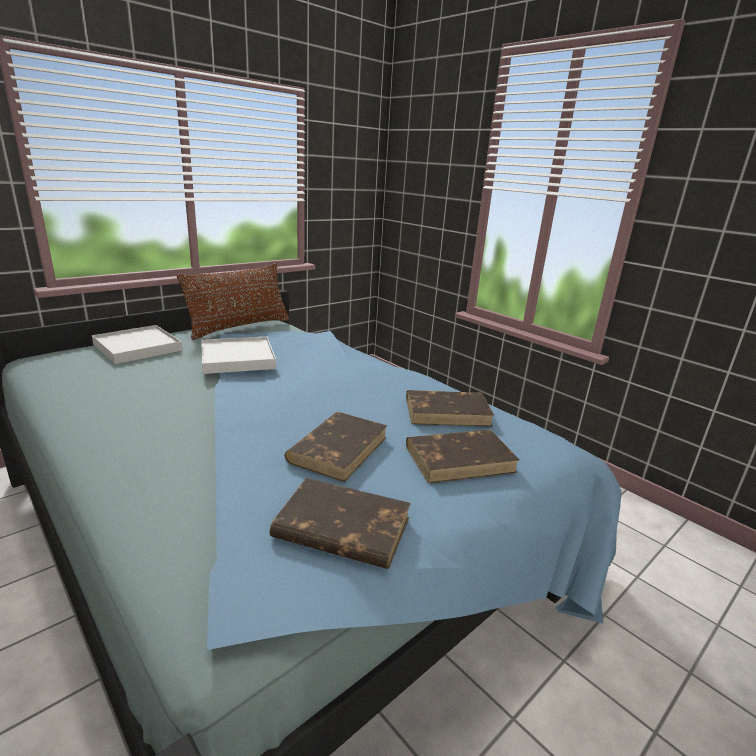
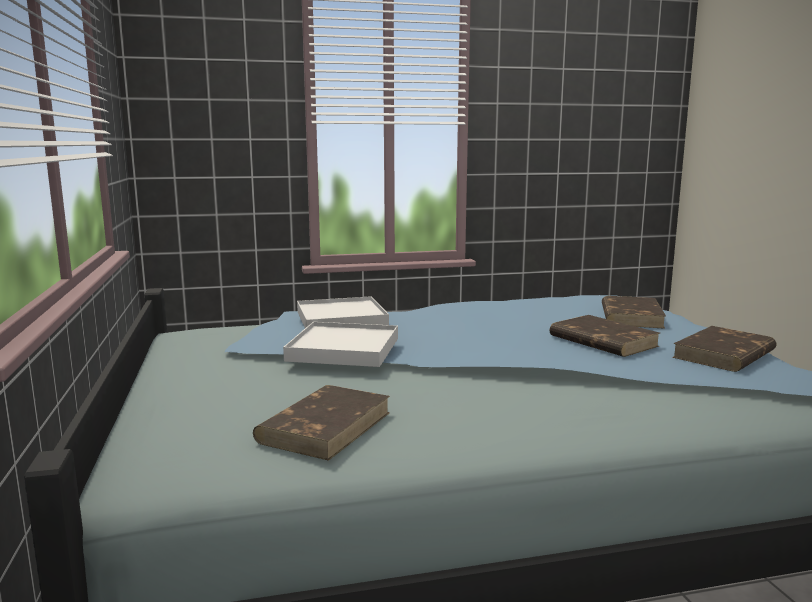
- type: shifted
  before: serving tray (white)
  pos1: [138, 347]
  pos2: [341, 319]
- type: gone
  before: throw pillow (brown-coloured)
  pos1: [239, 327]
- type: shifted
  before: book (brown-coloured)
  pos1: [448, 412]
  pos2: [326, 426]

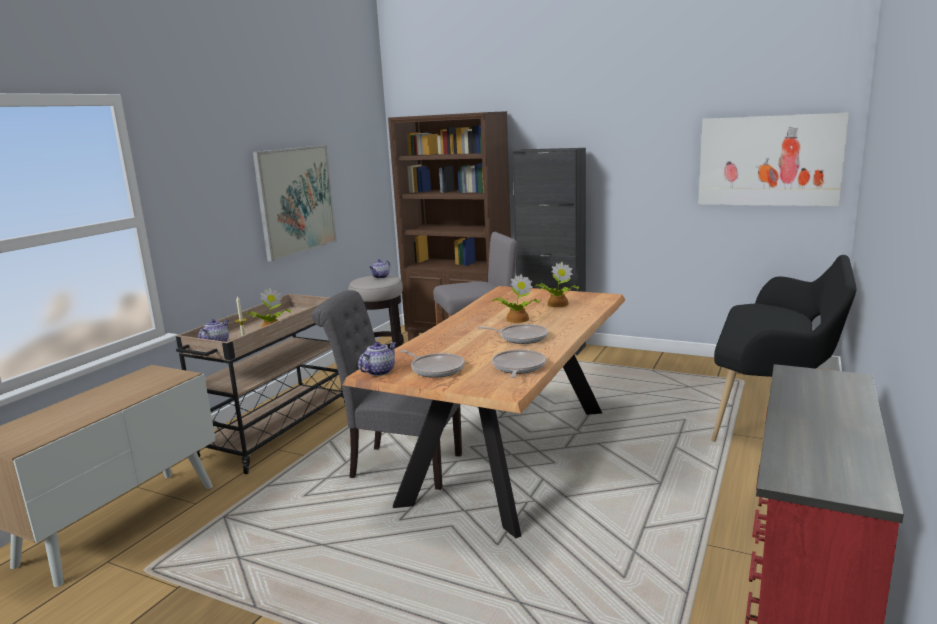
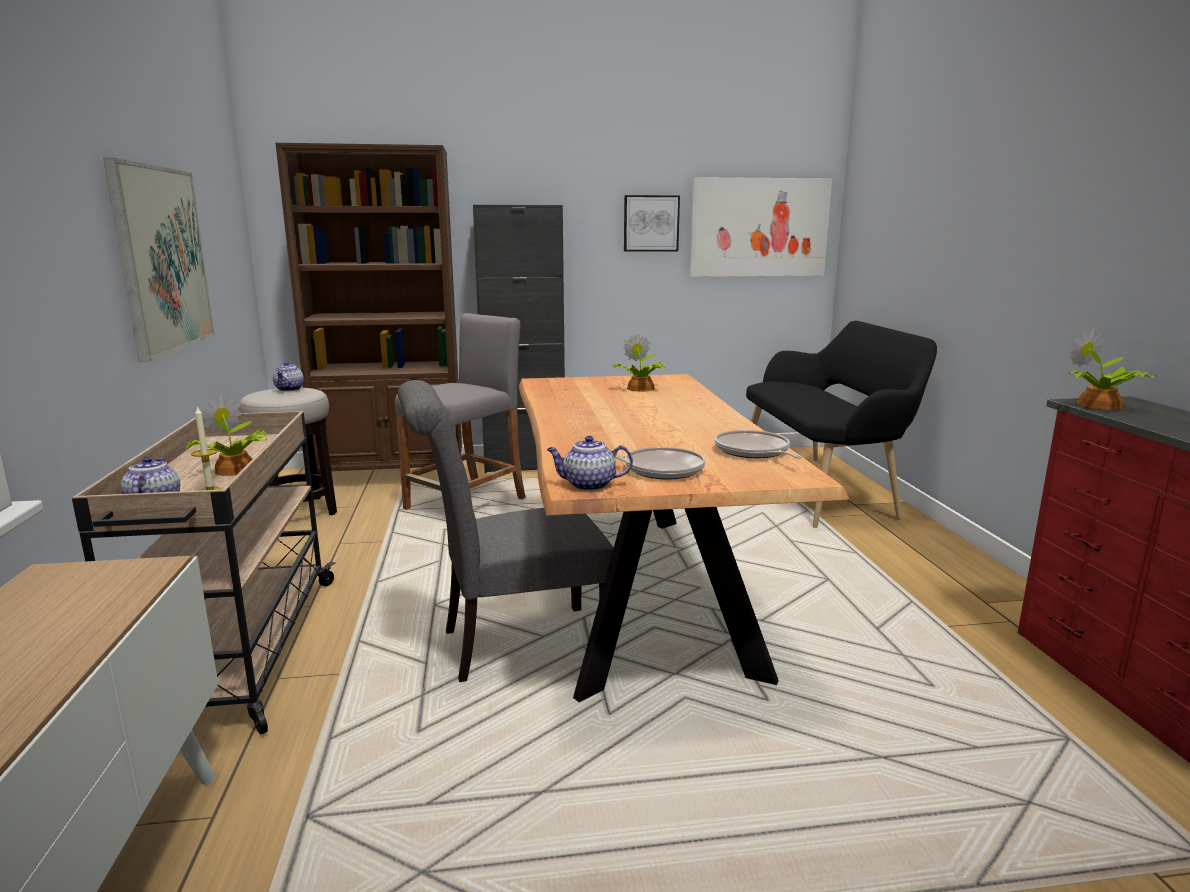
- type: rotated
  before: tea pot
  pos1: [379, 371]
  pos2: [588, 485]
  turn: -90
- type: gone
  before: pan
  pos1: [521, 337]
- type: shifted
  before: plant in a pot
  pos1: [516, 319]
  pos2: [1099, 405]
- type: new
  after: picture
  pos2: [651, 223]

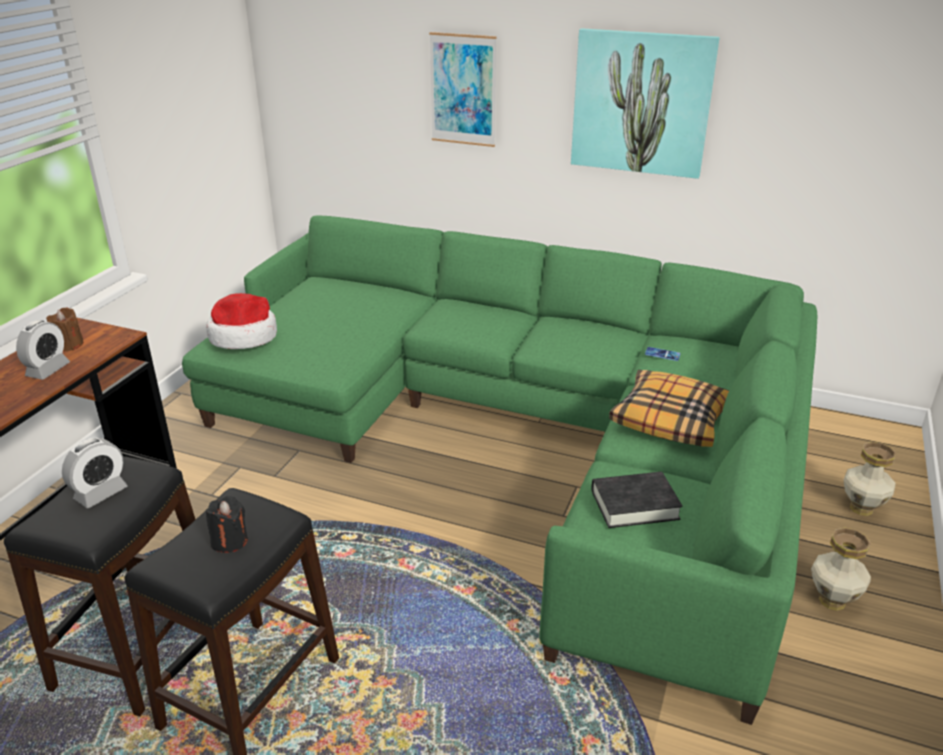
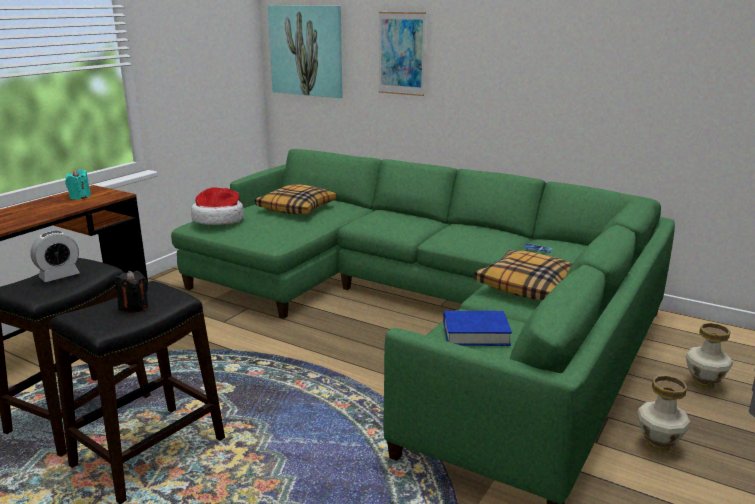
- type: gone
  before: alarm clock
  pos1: [48, 370]
- type: repainted
  before: wax candle (brown-coloured)
  after: wax candle (turquoise-coloured)
  pos1: [69, 345]
  pos2: [80, 197]
- type: shifted
  before: picture
  pos1: [641, 103]
  pos2: [306, 51]
- type: repainted
  before: book (black-coloured)
  after: book (blue)
  pos1: [634, 505]
  pos2: [475, 333]
- type: new
  after: throw pillow
  pos2: [297, 208]

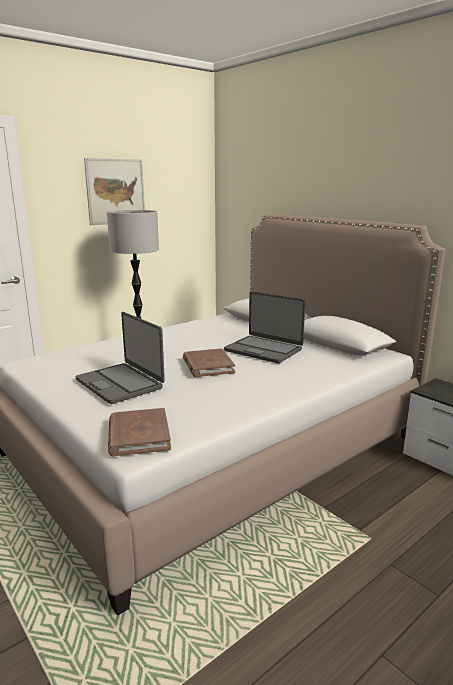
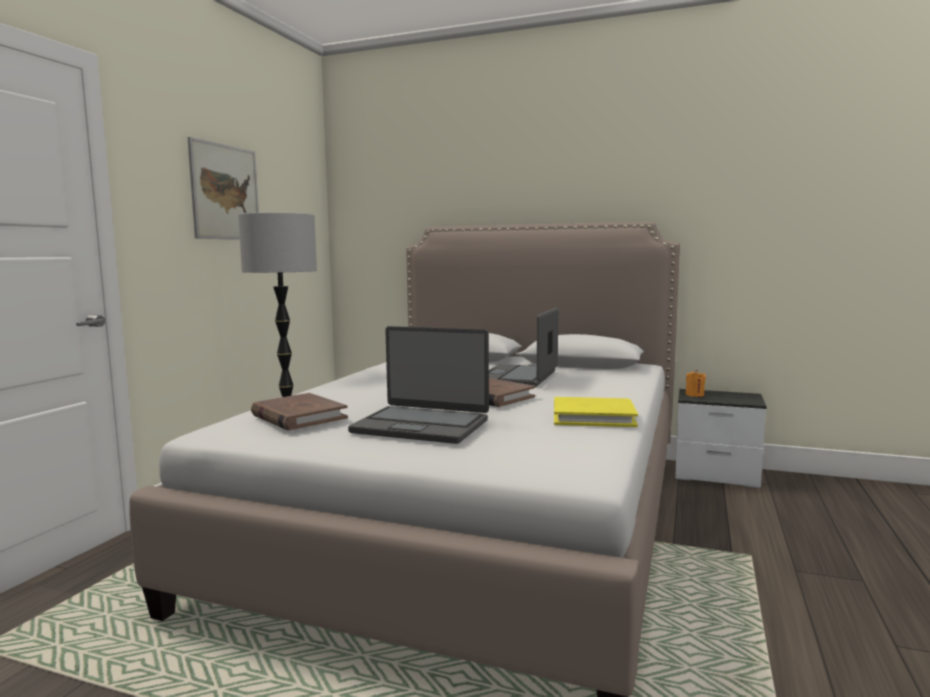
- type: shifted
  before: book (brown-coloured)
  pos1: [138, 435]
  pos2: [298, 416]
- type: rotated
  before: notebook computer
  pos1: [263, 350]
  pos2: [518, 377]
  turn: 105
- type: new
  after: book (yellowish)
  pos2: [593, 417]
- type: new
  after: wax candle (orange)
  pos2: [694, 395]

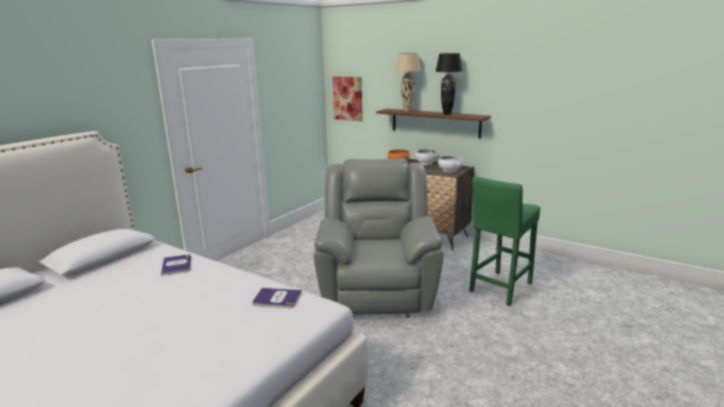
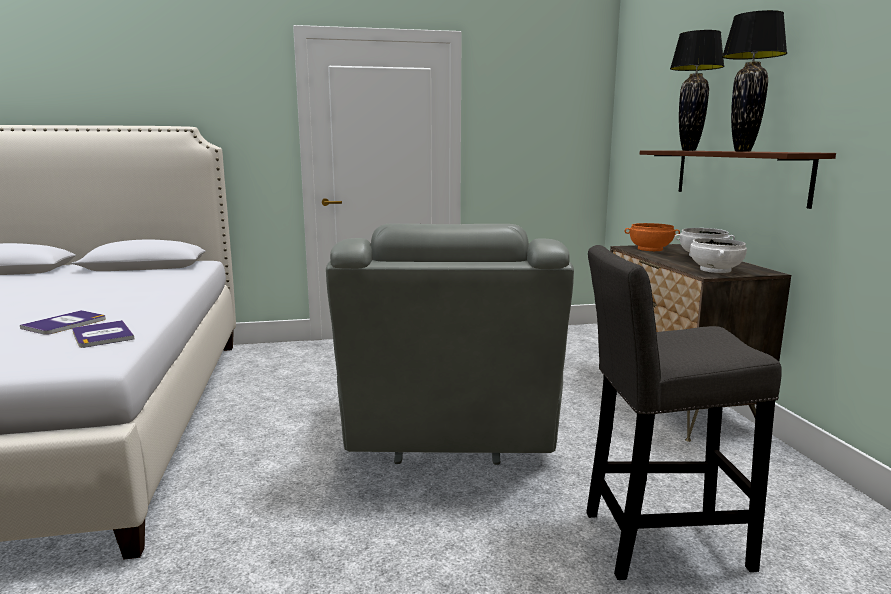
- type: shifted
  before: book
  pos1: [176, 265]
  pos2: [65, 324]
- type: rotated
  before: lounge chair (gray)
  pos1: [377, 290]
  pos2: [449, 439]
  turn: 135
- type: gone
  before: picture
  pos1: [347, 98]
- type: repainted
  before: lamp for a table (beige-coloured)
  after: lamp for a table (black-coloured)
  pos1: [407, 111]
  pos2: [689, 150]
- type: repainted
  before: stool seat (green)
  after: stool seat (gray)
  pos1: [499, 289]
  pos2: [656, 541]

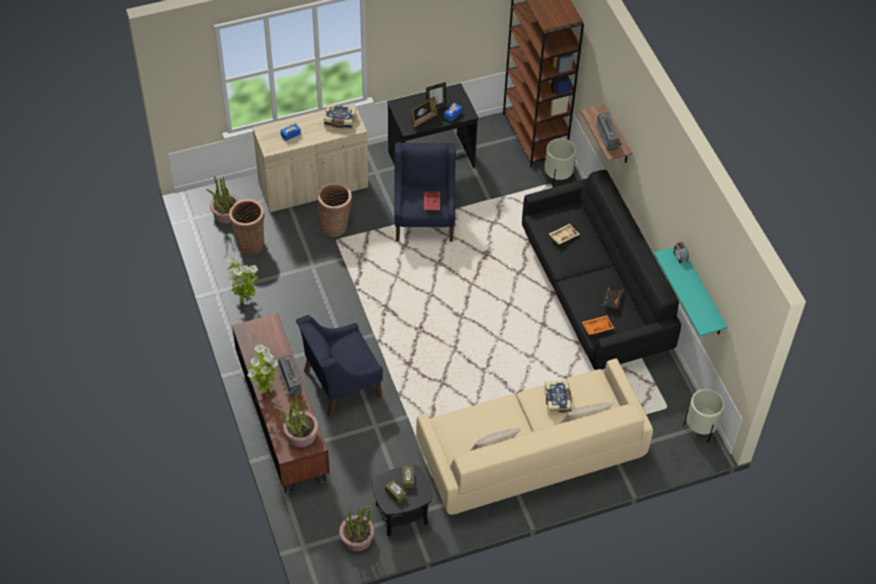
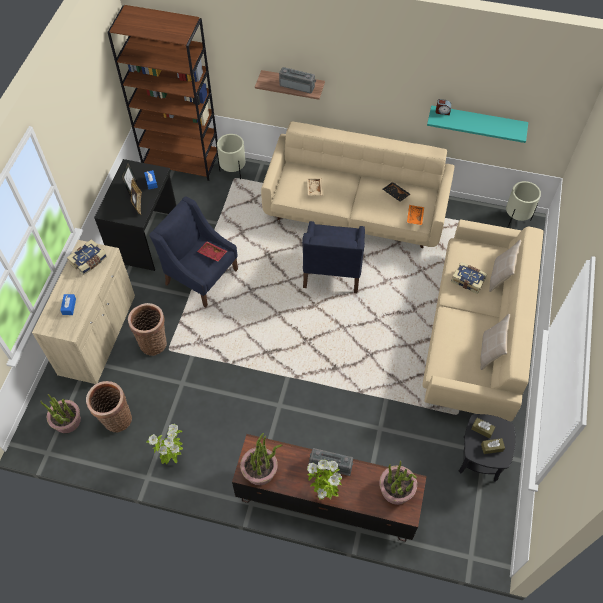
- type: shifted
  before: lounge chair (blue)
  pos1: [341, 383]
  pos2: [332, 271]
- type: shifted
  before: plant in a pot
  pos1: [357, 538]
  pos2: [260, 470]
- type: repainted
  before: couch (black-coloured)
  after: couch (beige-coloured)
  pos1: [593, 294]
  pos2: [355, 210]

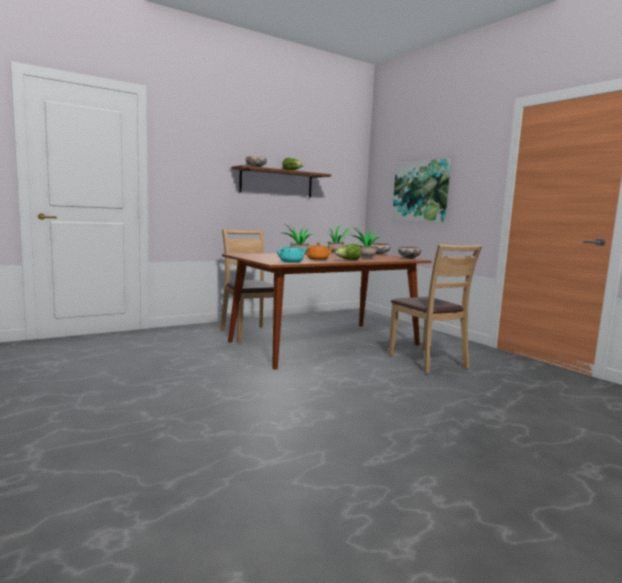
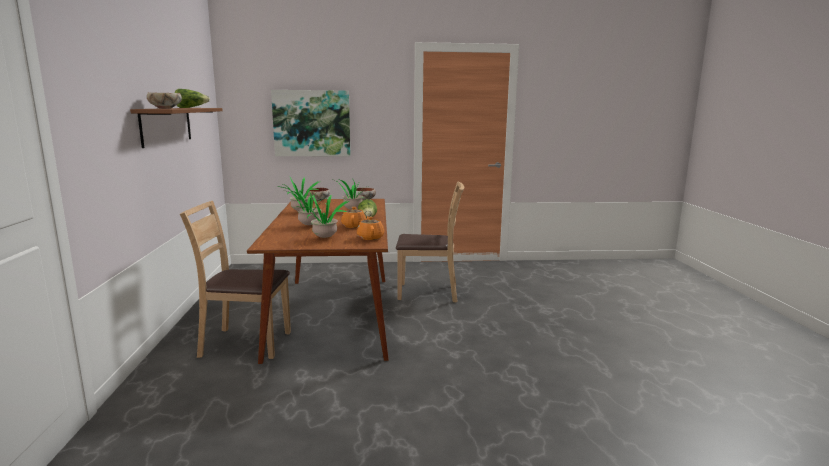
- type: repainted
  before: tea pot (turquoise-coloured)
  after: tea pot (orange)
  pos1: [292, 262]
  pos2: [370, 237]
- type: new
  after: plant in a pot
  pos2: [325, 237]

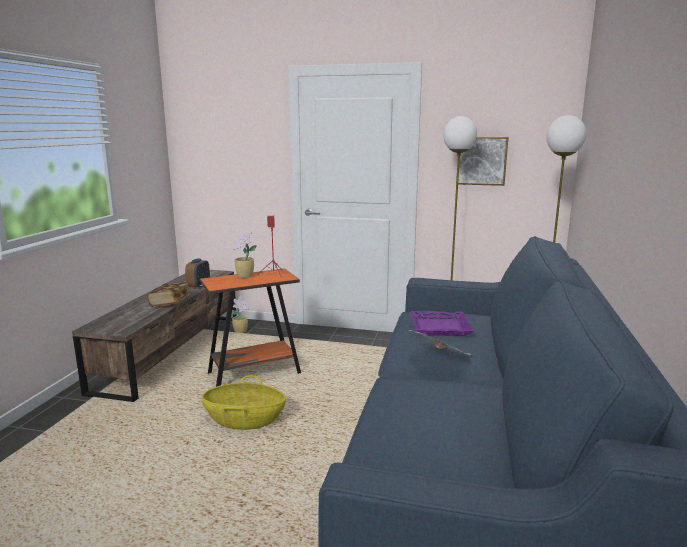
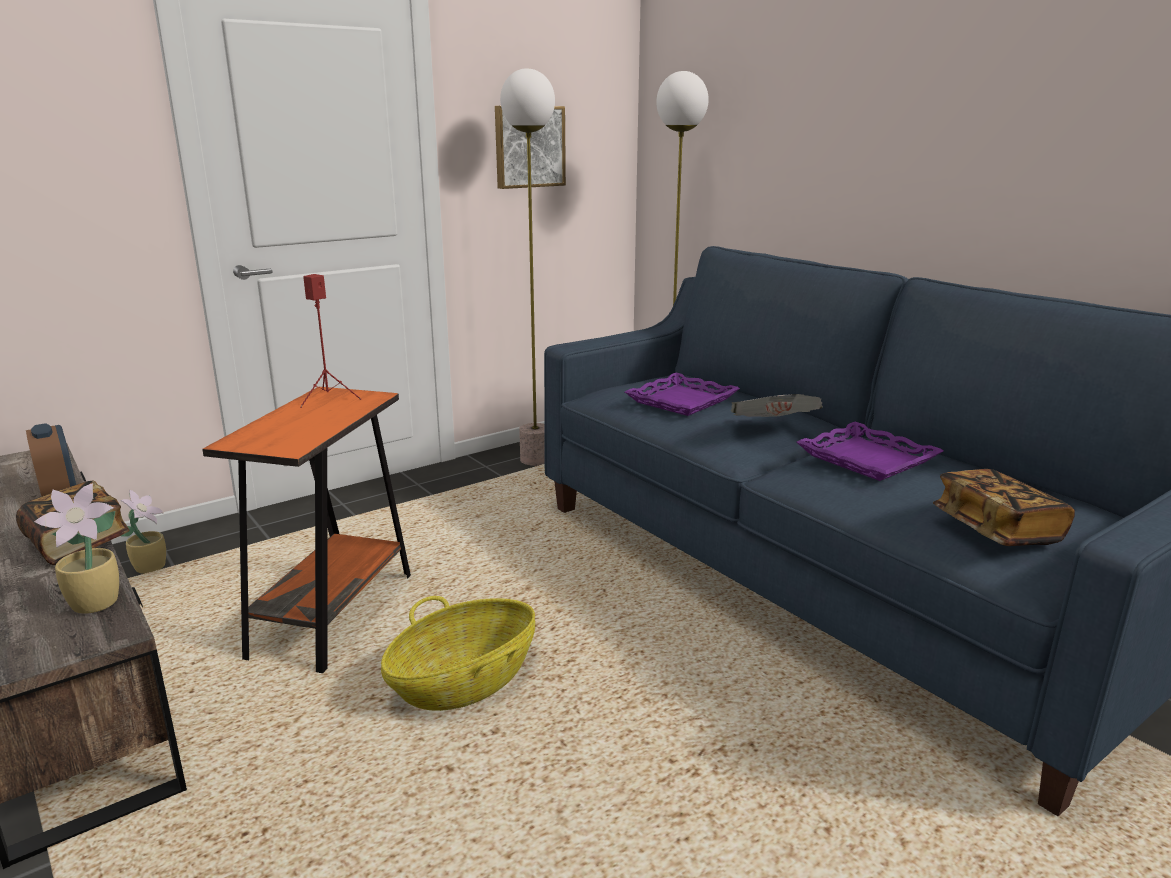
- type: shifted
  before: plant in a pot
  pos1: [245, 276]
  pos2: [97, 604]
- type: new
  after: serving tray (purple-coloured)
  pos2: [868, 459]
- type: new
  after: book
  pos2: [996, 530]

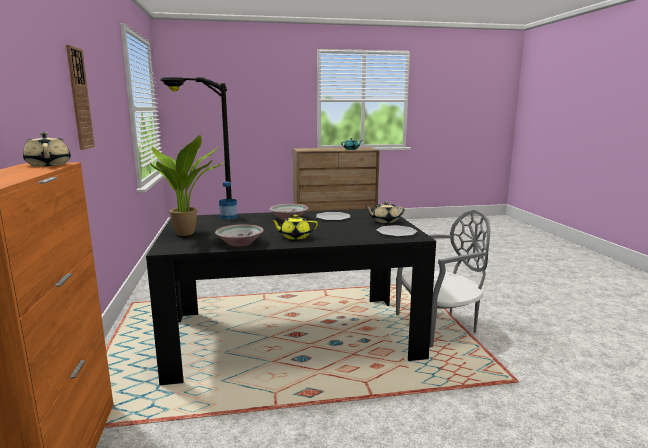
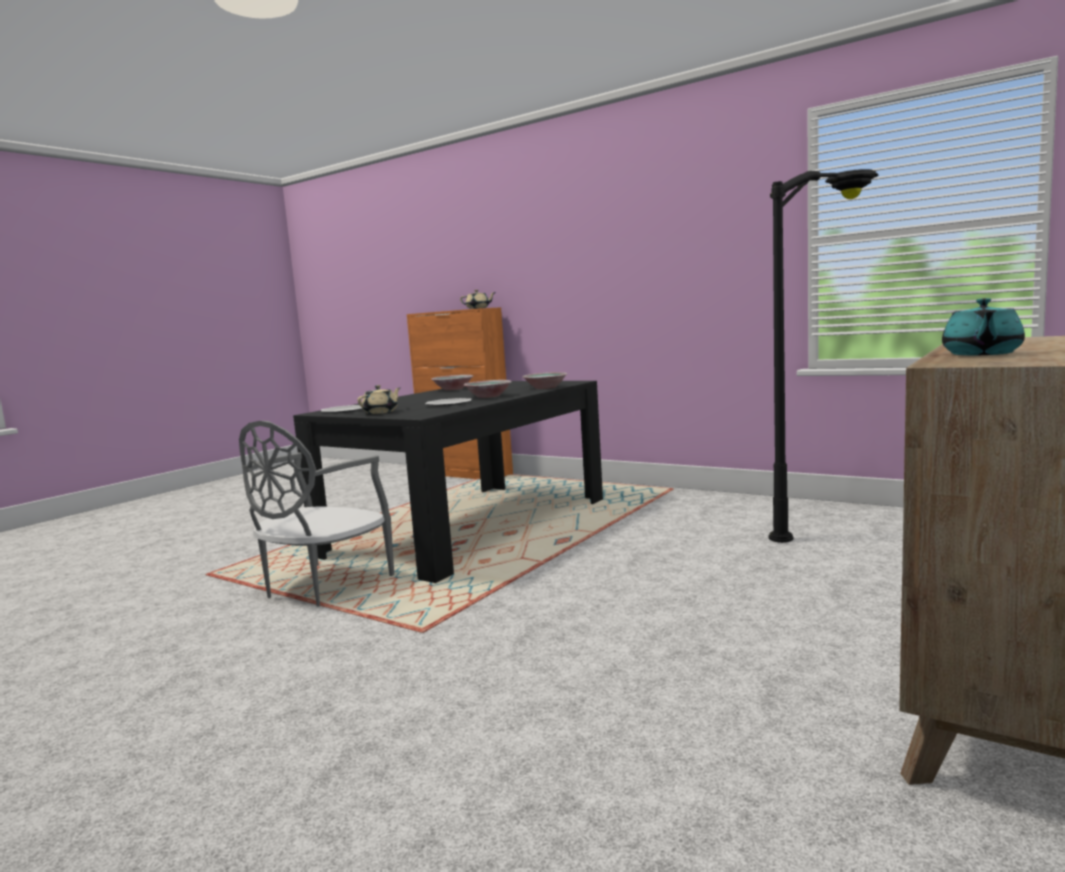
- type: gone
  before: hanging clock
  pos1: [79, 99]
- type: gone
  before: plant in a pot
  pos1: [188, 233]
- type: swapped
  before: bottle
  after: deep dish
  pos1: [228, 217]
  pos2: [545, 387]
- type: gone
  before: tea pot (yellowish)
  pos1: [295, 237]

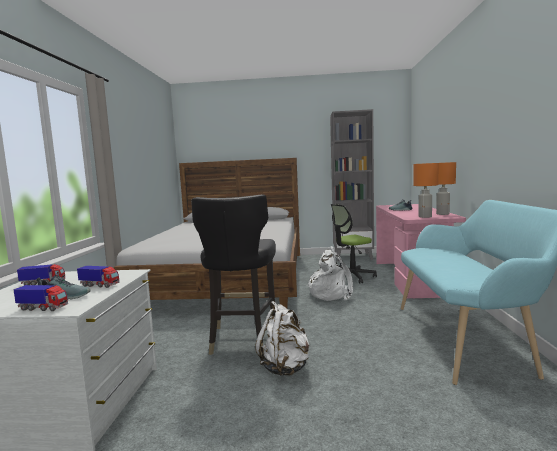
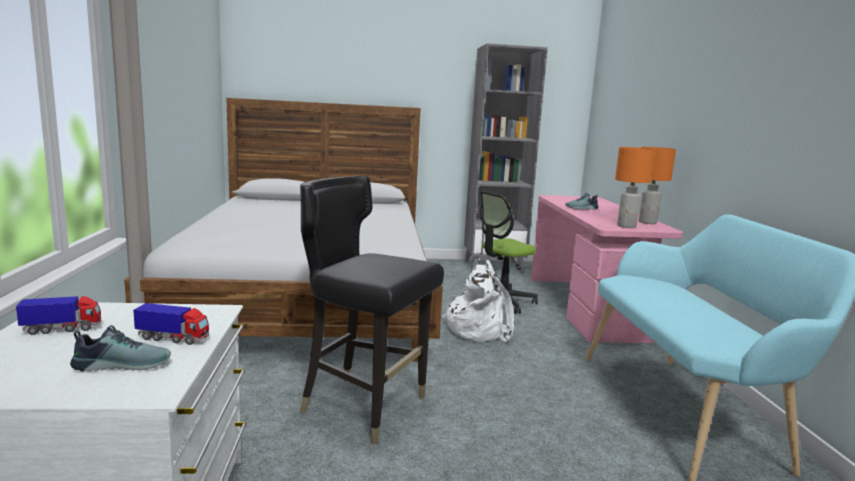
- type: gone
  before: model truck
  pos1: [43, 308]
- type: rotated
  before: chair (black-coloured)
  pos1: [242, 339]
  pos2: [365, 407]
  turn: 120
- type: gone
  before: knapsack (white)
  pos1: [285, 367]

